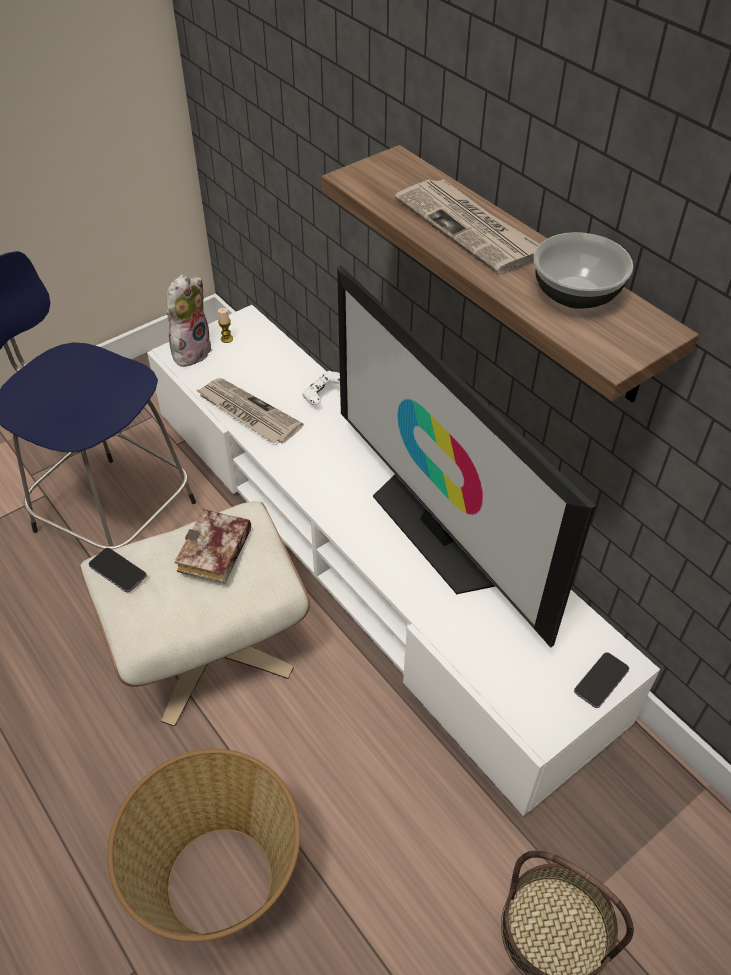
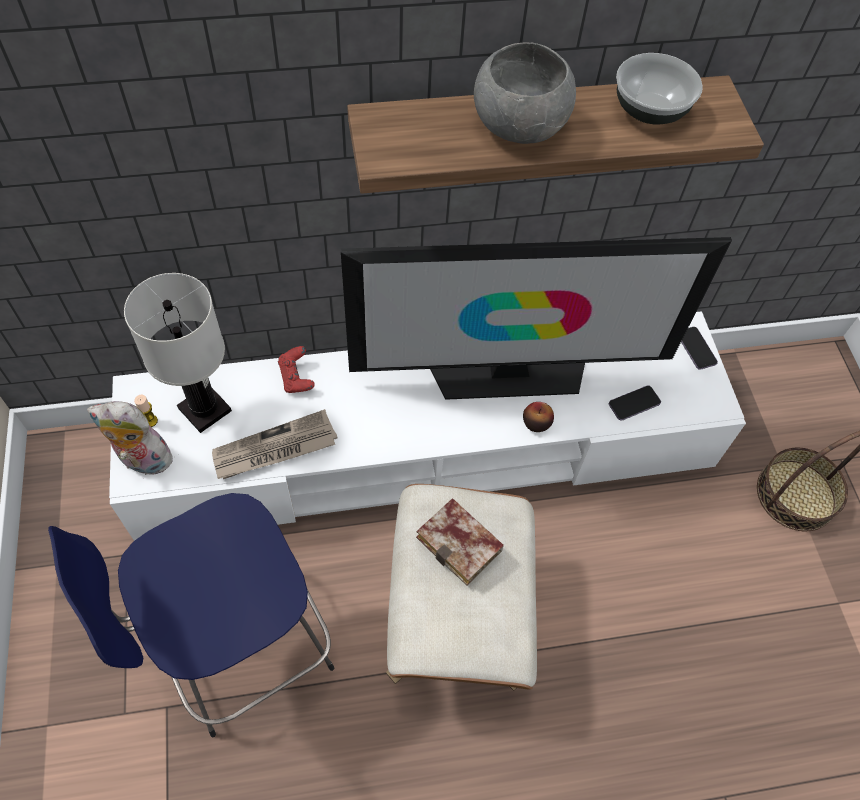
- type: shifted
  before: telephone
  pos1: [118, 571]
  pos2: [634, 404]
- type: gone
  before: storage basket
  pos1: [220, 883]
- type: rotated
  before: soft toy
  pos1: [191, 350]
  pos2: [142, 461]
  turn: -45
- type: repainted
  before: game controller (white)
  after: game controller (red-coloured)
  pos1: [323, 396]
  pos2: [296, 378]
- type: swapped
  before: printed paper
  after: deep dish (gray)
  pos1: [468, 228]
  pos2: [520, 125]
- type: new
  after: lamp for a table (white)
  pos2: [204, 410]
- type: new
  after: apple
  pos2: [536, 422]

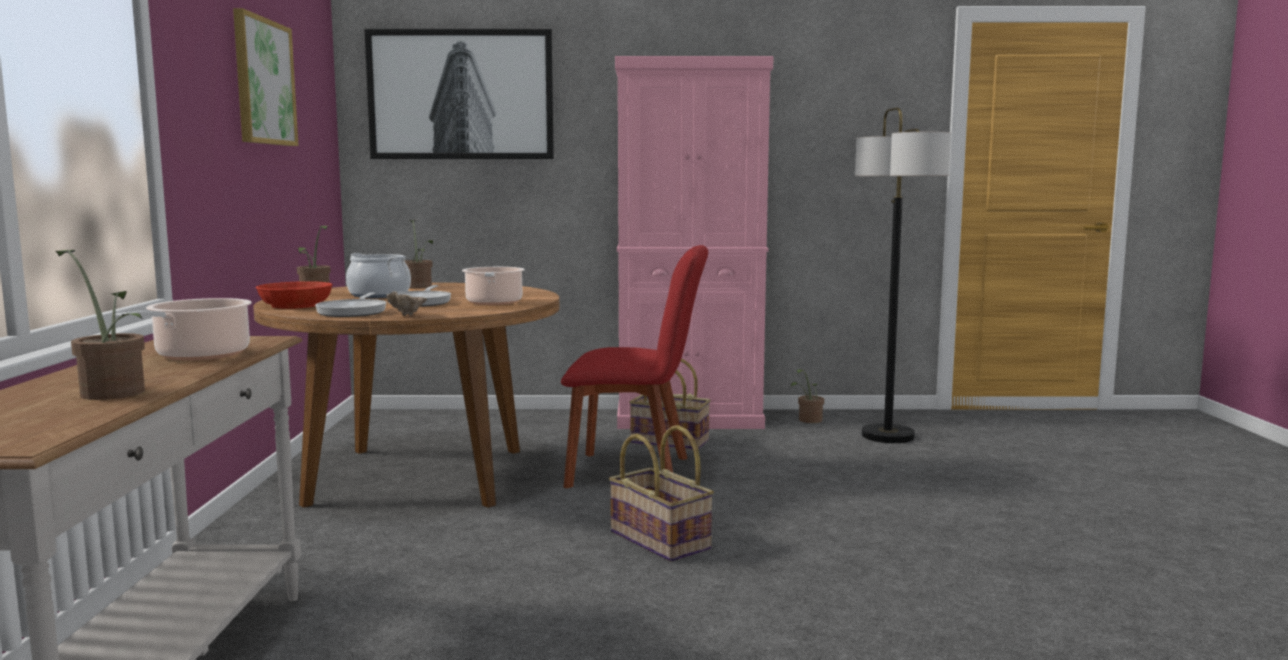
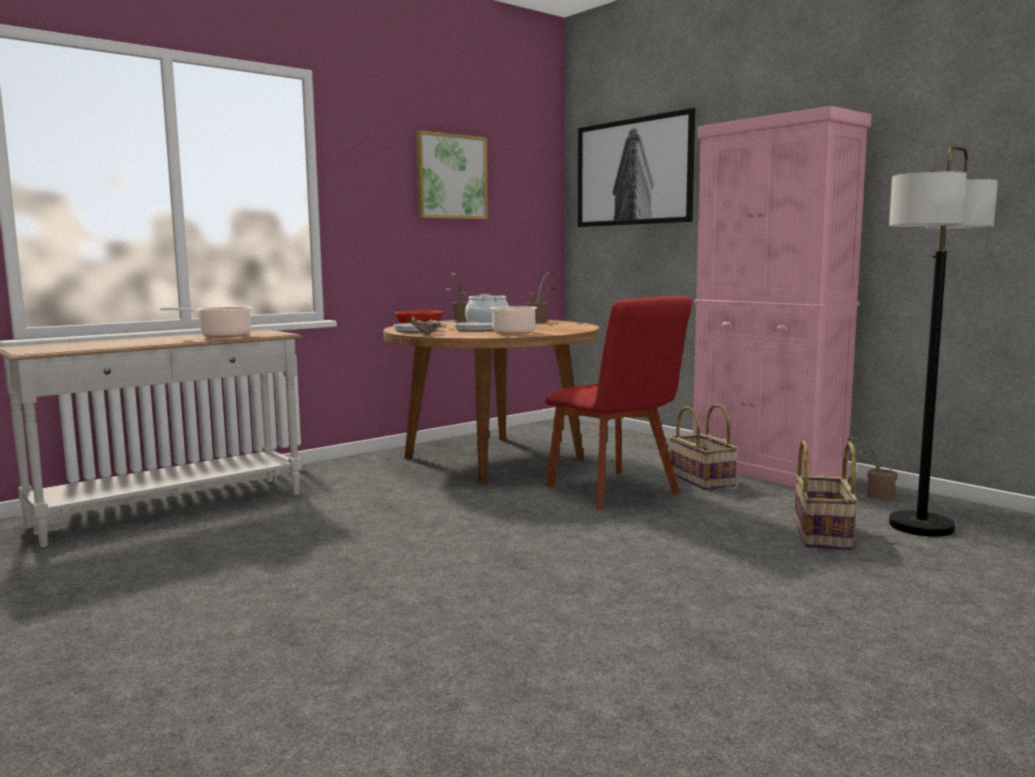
- type: gone
  before: plant in a pot
  pos1: [111, 391]
- type: shifted
  before: storage basket
  pos1: [661, 540]
  pos2: [823, 535]

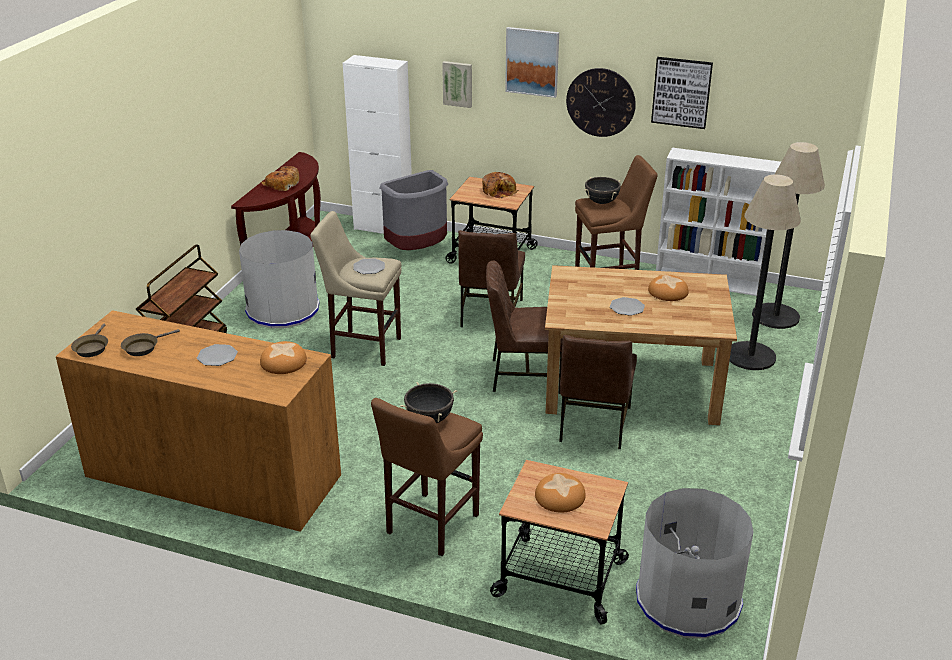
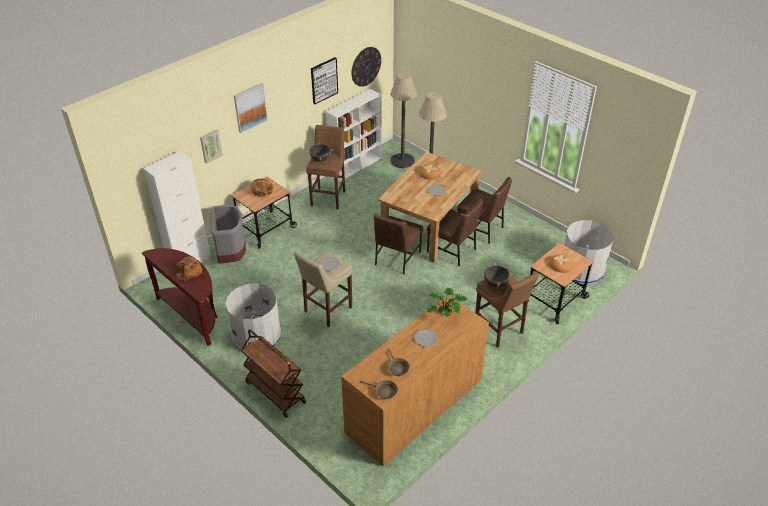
- type: swapped
  before: bakery bread
  after: plant in a pot
  pos1: [283, 361]
  pos2: [445, 313]
- type: shifted
  before: chair (brown-coloured)
  pos1: [490, 313]
  pos2: [481, 229]
- type: shifted
  before: hanging clock
  pos1: [600, 102]
  pos2: [366, 66]

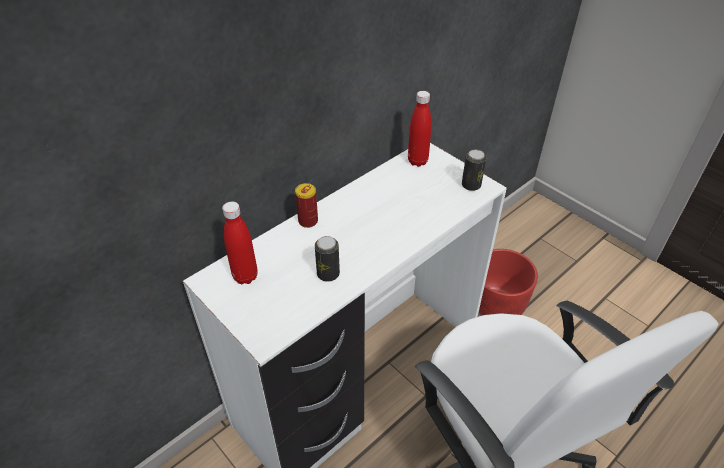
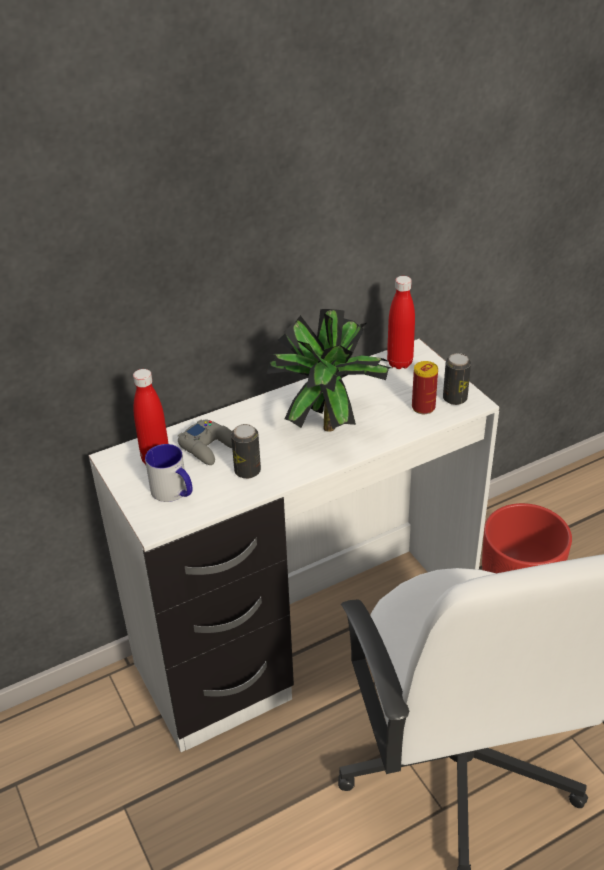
- type: shifted
  before: metal can
  pos1: [308, 221]
  pos2: [423, 407]
- type: new
  after: tea mug
  pos2: [174, 492]
- type: new
  after: game controller (gray)
  pos2: [208, 447]
- type: new
  after: plant in a pot
  pos2: [327, 423]

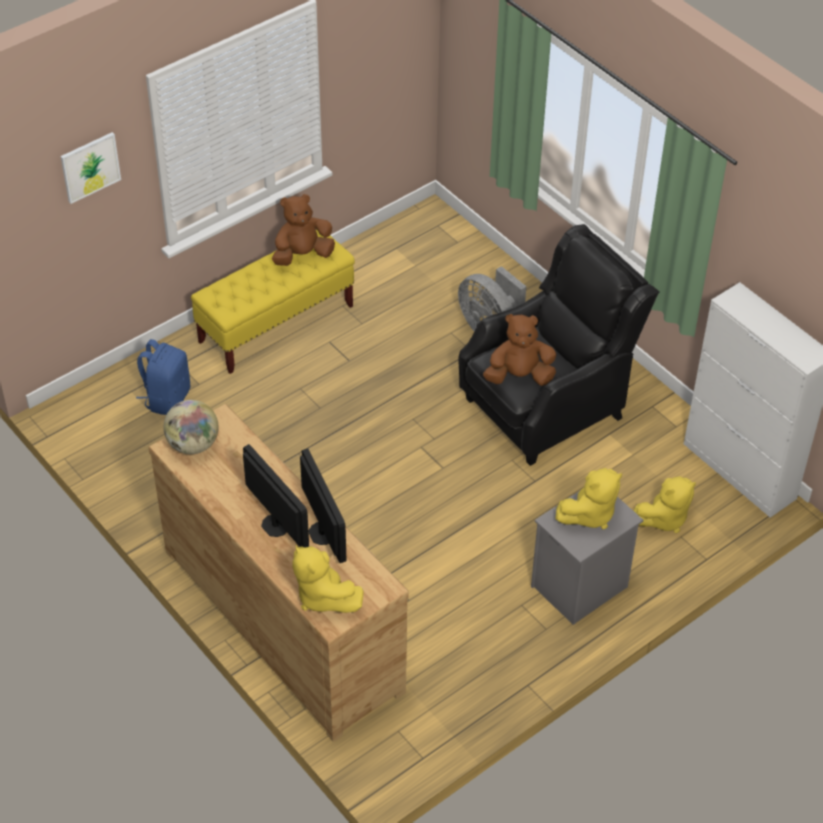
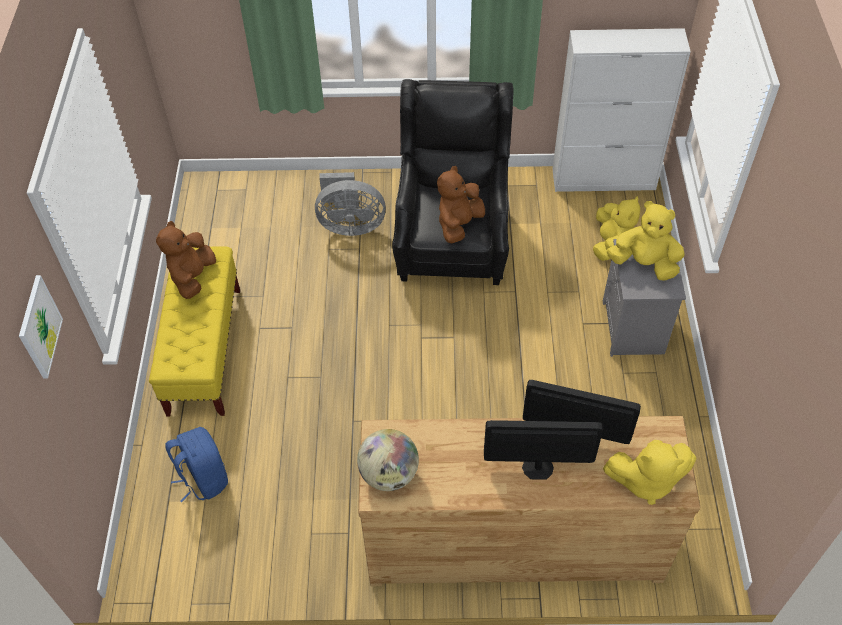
- type: rotated
  before: soft toy (yellowish)
  pos1: [589, 514]
  pos2: [644, 264]
  turn: -75

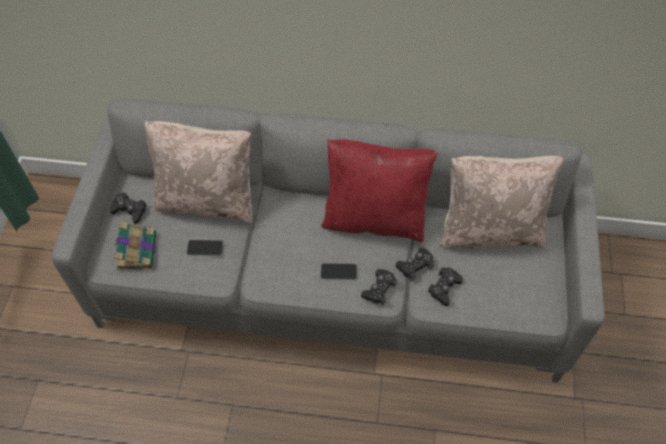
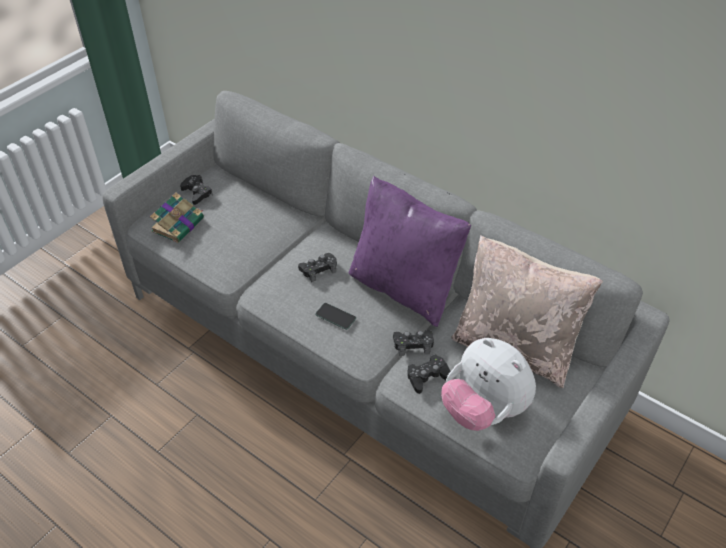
- type: gone
  before: throw pillow (beige-coloured)
  pos1: [207, 200]
- type: gone
  before: telephone
  pos1: [205, 248]
- type: repainted
  before: throw pillow (red-coloured)
  after: throw pillow (purple-coloured)
  pos1: [374, 218]
  pos2: [404, 287]
- type: shifted
  before: game controller (black-coloured)
  pos1: [379, 289]
  pos2: [318, 269]
- type: new
  after: soft toy
  pos2: [483, 409]

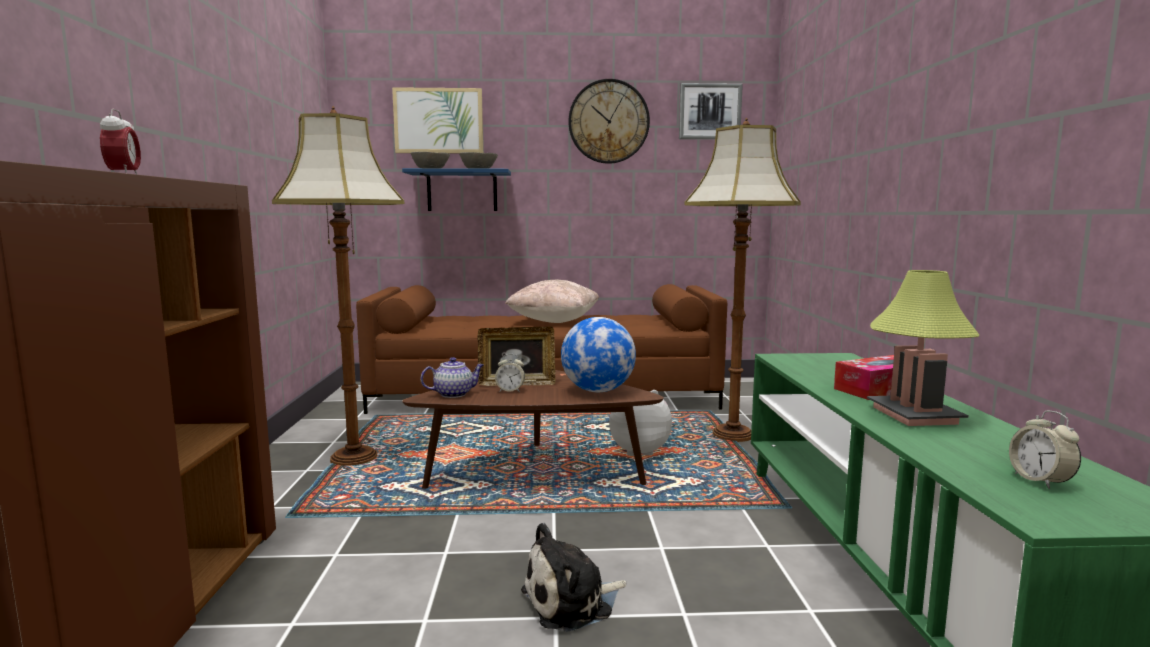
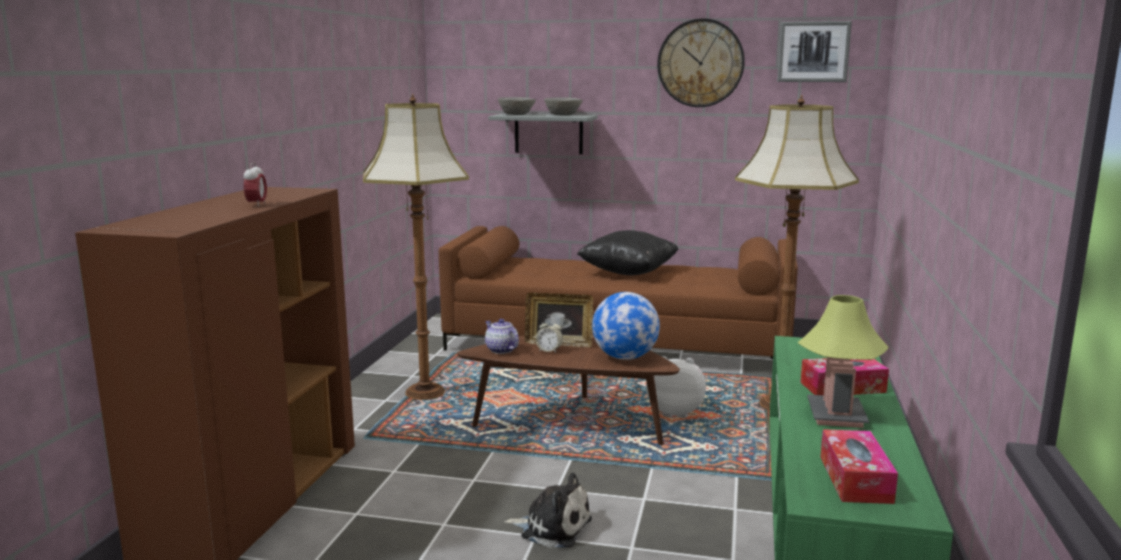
- type: gone
  before: picture
  pos1: [438, 121]
- type: repainted
  before: wall shelf (blue)
  after: wall shelf (gray)
  pos1: [462, 191]
  pos2: [548, 133]
- type: rotated
  before: tea pot
  pos1: [454, 394]
  pos2: [501, 350]
  turn: -120
- type: repainted
  before: throw pillow (beige-coloured)
  after: throw pillow (black-coloured)
  pos1: [554, 321]
  pos2: [628, 272]
- type: rotated
  before: soft toy
  pos1: [572, 602]
  pos2: [552, 527]
  turn: -150
- type: swapped
  before: alarm clock
  after: tissue box
  pos1: [1040, 481]
  pos2: [855, 479]

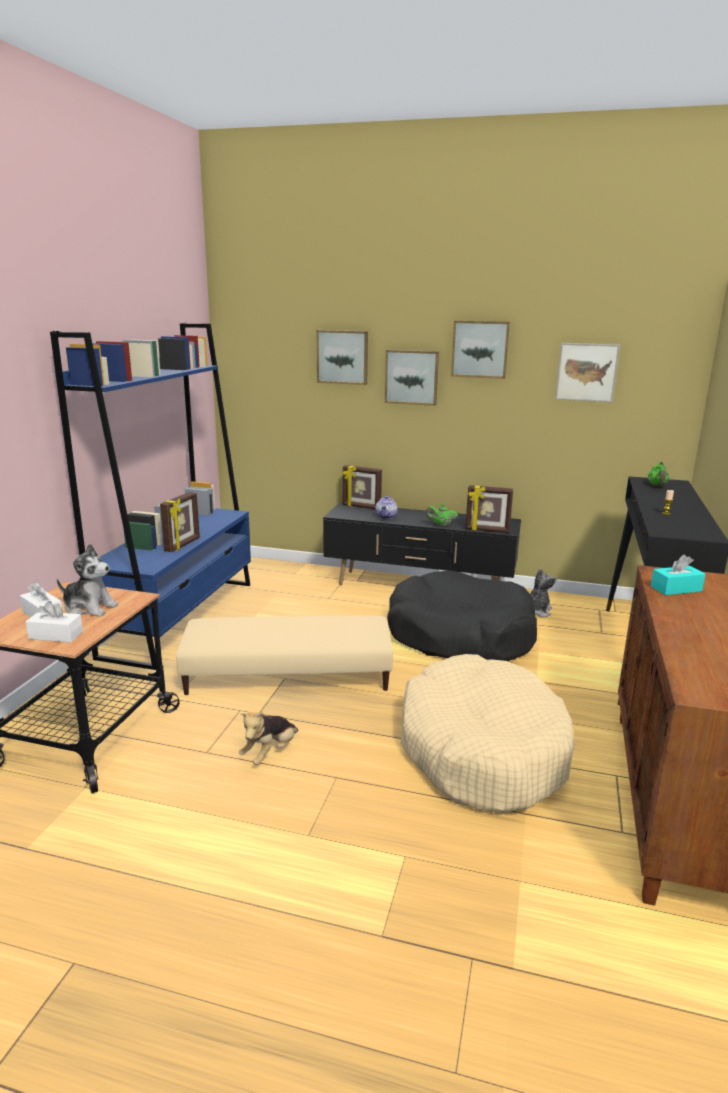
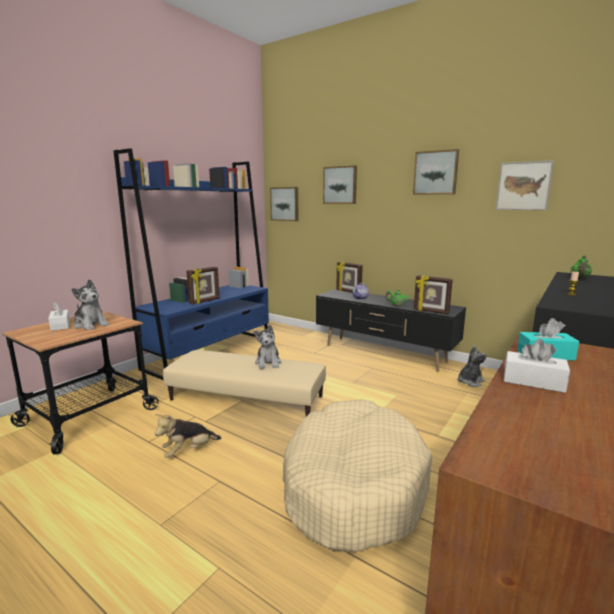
- type: shifted
  before: tissue box (white)
  pos1: [56, 635]
  pos2: [533, 381]
- type: shifted
  before: picture
  pos1: [412, 377]
  pos2: [285, 204]
- type: gone
  before: dog bed (black-coloured)
  pos1: [460, 635]
- type: new
  after: soft toy
  pos2: [268, 363]

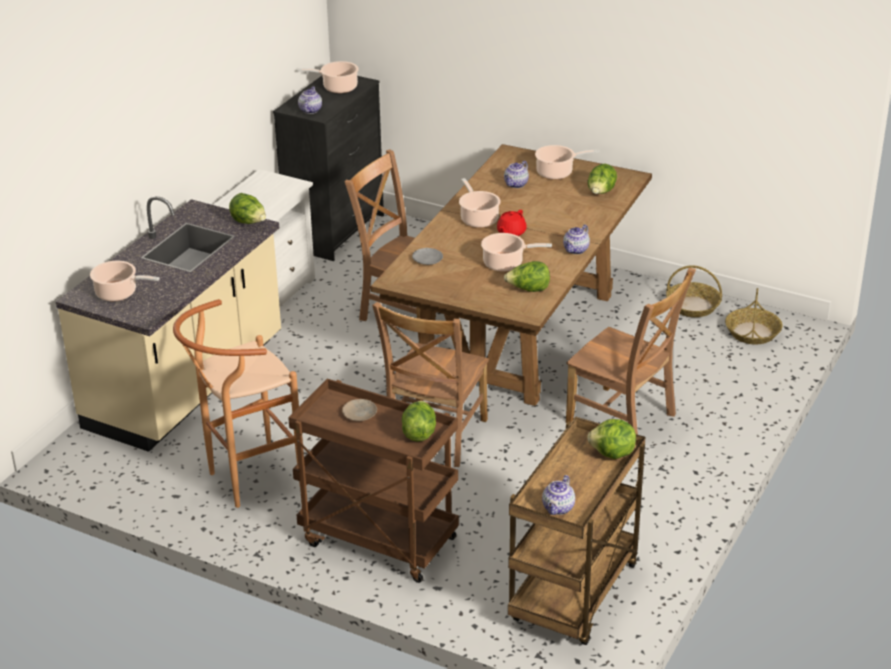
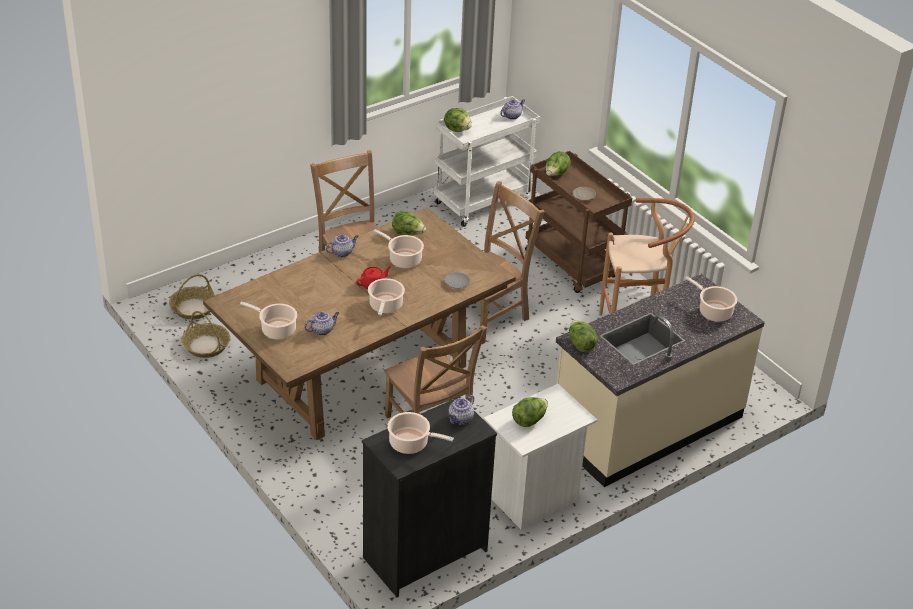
- type: repainted
  before: wheeled cart (brown-coloured)
  after: wheeled cart (white)
  pos1: [575, 596]
  pos2: [483, 201]
- type: shifted
  before: lettuce
  pos1: [601, 193]
  pos2: [529, 420]

